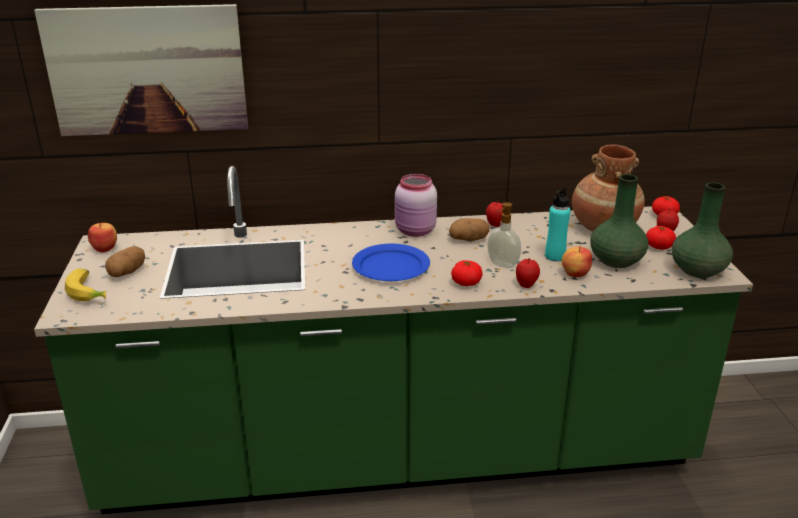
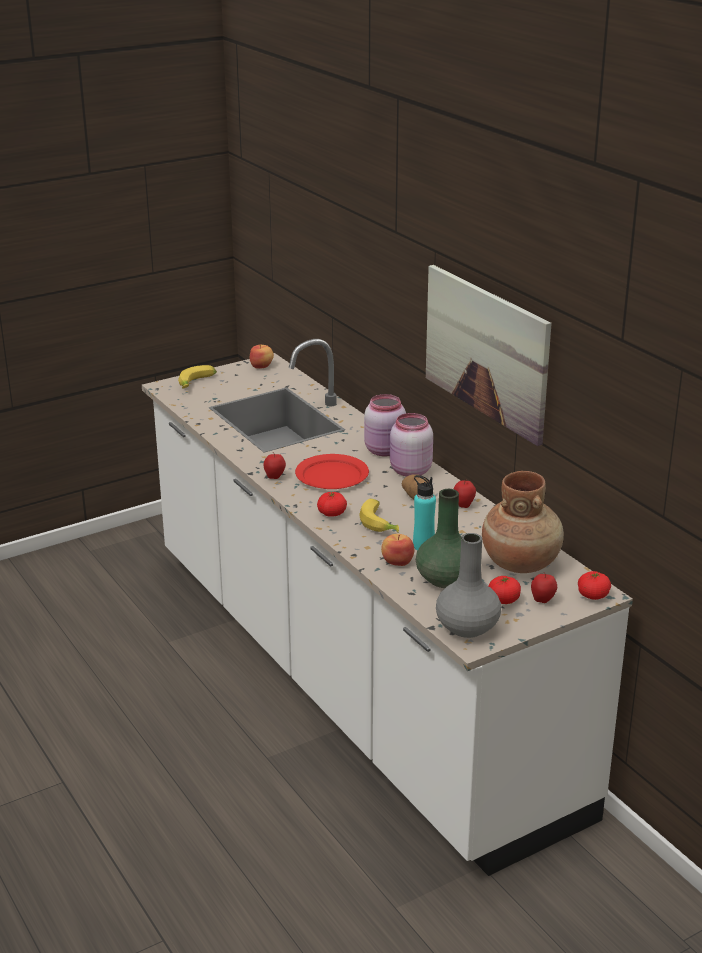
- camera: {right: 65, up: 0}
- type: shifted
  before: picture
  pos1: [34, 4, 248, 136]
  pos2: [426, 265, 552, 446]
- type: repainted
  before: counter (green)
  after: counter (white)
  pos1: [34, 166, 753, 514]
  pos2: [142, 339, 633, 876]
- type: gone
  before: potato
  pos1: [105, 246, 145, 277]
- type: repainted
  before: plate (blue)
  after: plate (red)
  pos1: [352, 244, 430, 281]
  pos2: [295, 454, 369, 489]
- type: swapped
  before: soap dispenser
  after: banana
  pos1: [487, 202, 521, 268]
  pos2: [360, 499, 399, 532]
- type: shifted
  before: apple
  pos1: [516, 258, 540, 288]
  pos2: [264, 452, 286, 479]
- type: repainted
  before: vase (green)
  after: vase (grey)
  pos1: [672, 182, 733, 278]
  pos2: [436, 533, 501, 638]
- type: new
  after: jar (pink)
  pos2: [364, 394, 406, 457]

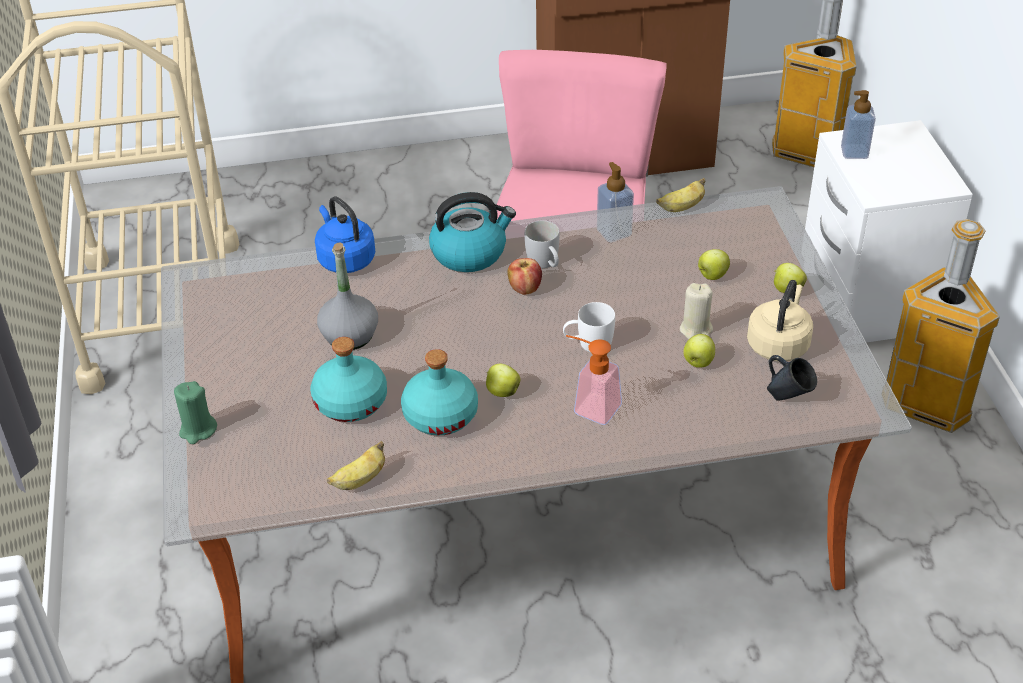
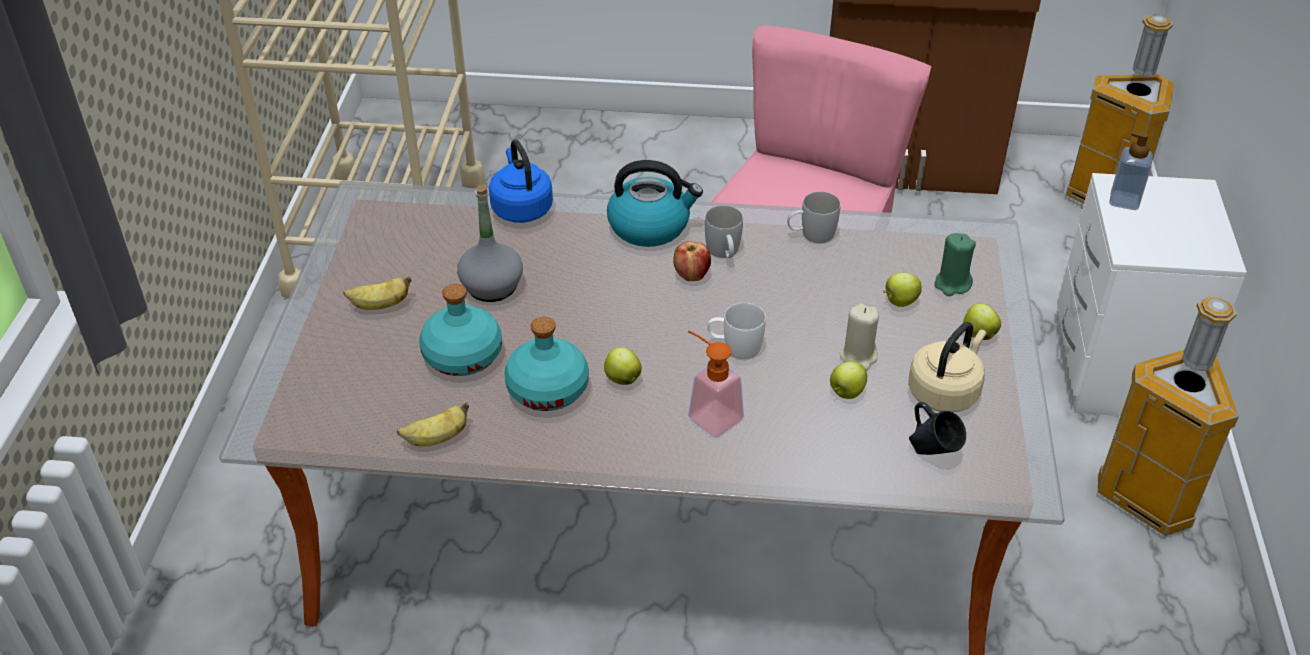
- camera: {right: 15, up: 0}
- type: shifted
  before: candle (green)
  pos1: [174, 381, 217, 444]
  pos2: [934, 233, 976, 296]
- type: swapped
  before: soap dispenser
  after: mug (white)
  pos1: [597, 162, 634, 243]
  pos2: [787, 191, 841, 243]
- type: shifted
  before: banana
  pos1: [656, 178, 705, 212]
  pos2: [343, 276, 411, 310]

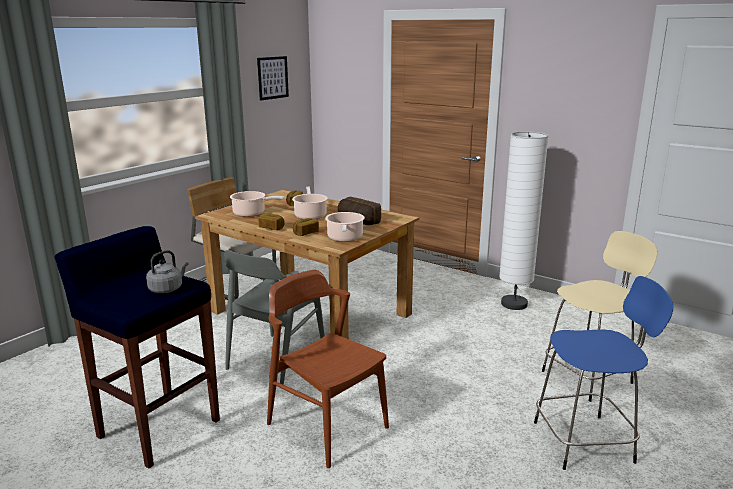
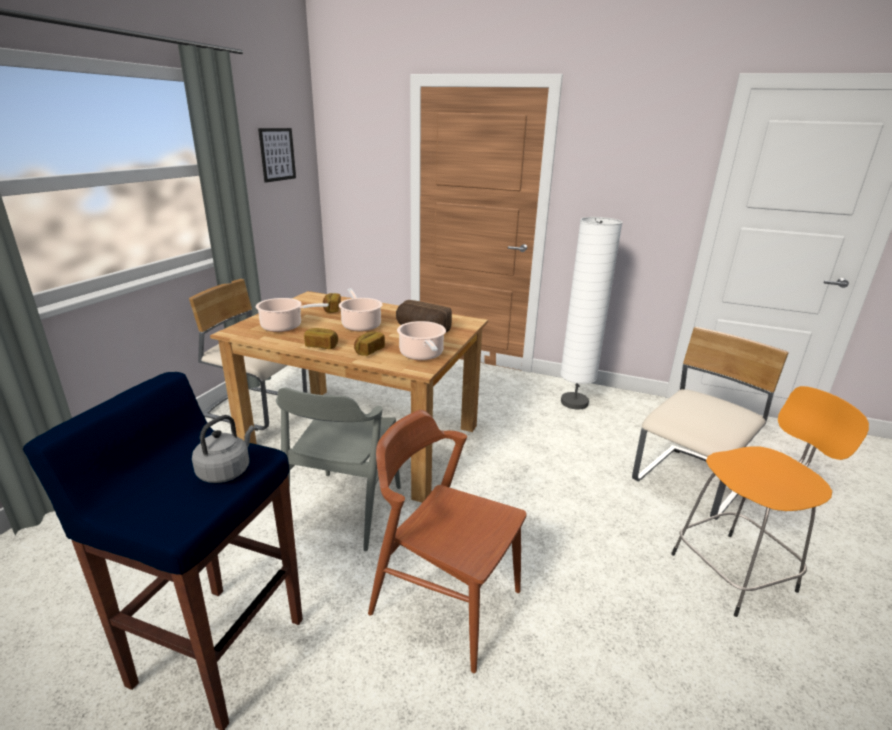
- camera: {right: -15, up: 5}
- type: repainted
  before: stool (blue)
  after: stool (orange)
  pos1: [534, 276, 673, 470]
  pos2: [671, 386, 869, 617]
- type: swapped
  before: stool (beige)
  after: chair (beige)
  pos1: [542, 231, 658, 402]
  pos2: [632, 327, 789, 520]

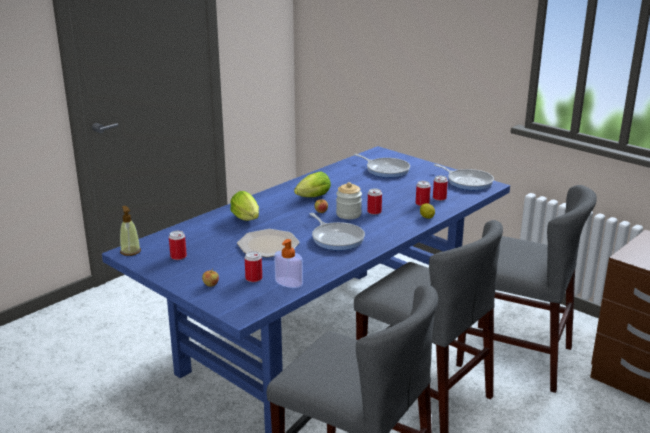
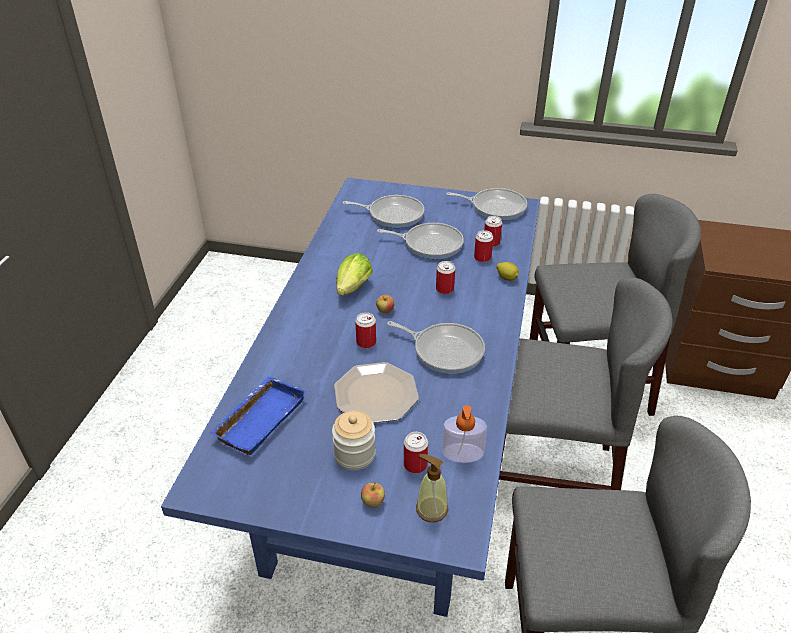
- camera: {right: -30, up: 15}
- type: shifted
  before: soap dispenser
  pos1: [120, 206, 141, 256]
  pos2: [416, 454, 448, 522]
- type: shifted
  before: can
  pos1: [169, 231, 187, 260]
  pos2: [355, 312, 376, 348]
- type: gone
  before: lettuce
  pos1: [230, 191, 259, 221]
- type: shifted
  before: jar
  pos1: [336, 182, 362, 219]
  pos2: [332, 411, 376, 471]
- type: new
  after: tray (blue)
  pos2: [210, 376, 307, 455]
- type: new
  after: frying pan
  pos2: [377, 223, 464, 260]

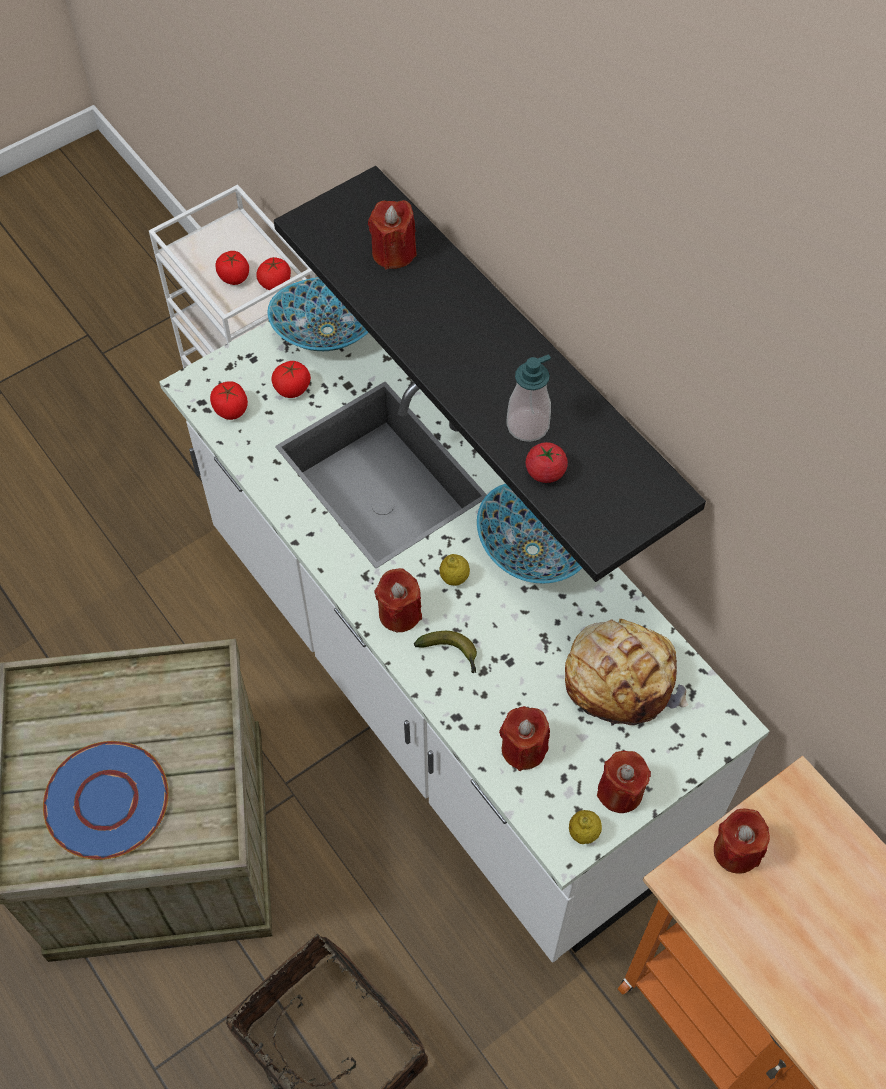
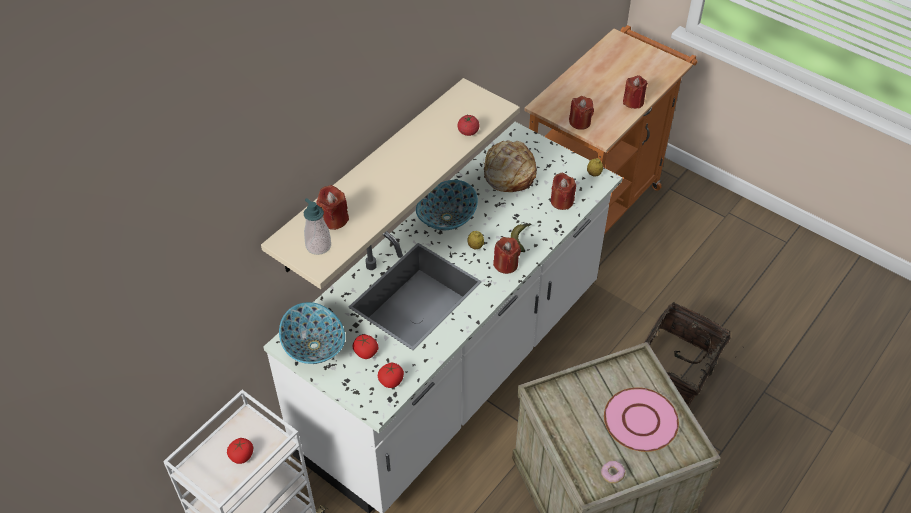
- camera: {right: -105, up: -10}
- type: repainted
  before: plate (blue)
  after: plate (pink)
  pos1: [43, 741, 169, 860]
  pos2: [604, 387, 679, 452]
- type: gone
  before: tomato
  pos1: [256, 257, 291, 290]
- type: repainted
  before: shelf (black)
  after: shelf (beige)
  pos1: [274, 166, 706, 582]
  pos2: [261, 78, 520, 289]
- type: shifted
  before: soap dispenser
  pos1: [506, 355, 551, 442]
  pos2: [304, 198, 331, 255]
- type: shifted
  before: candle (red)
  pos1: [597, 751, 651, 813]
  pos2: [623, 75, 648, 109]
- type: new
  after: donut
  pos2: [601, 461, 625, 483]

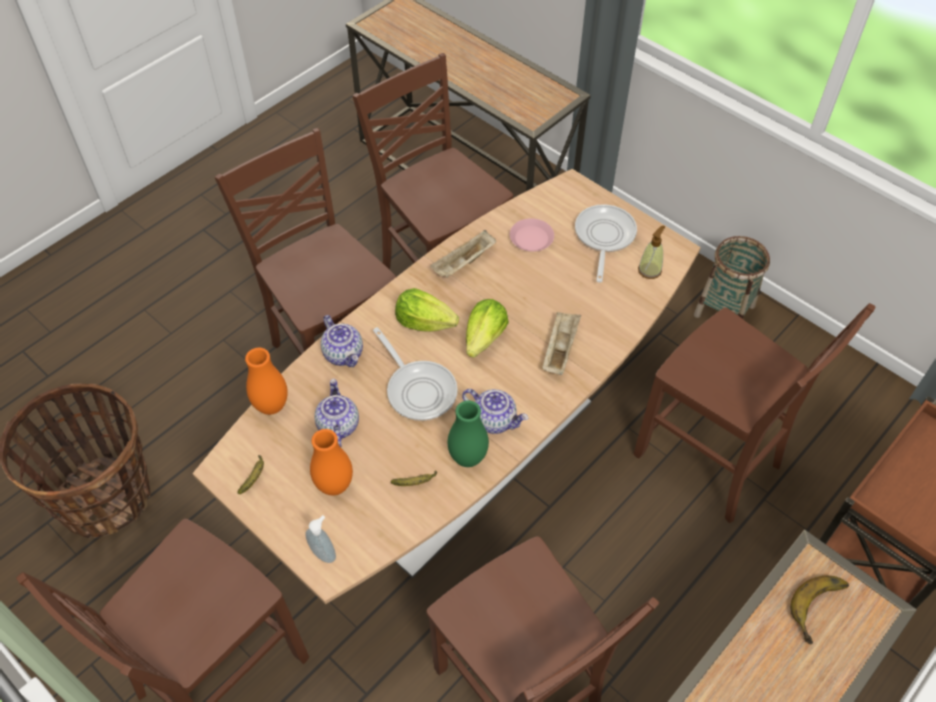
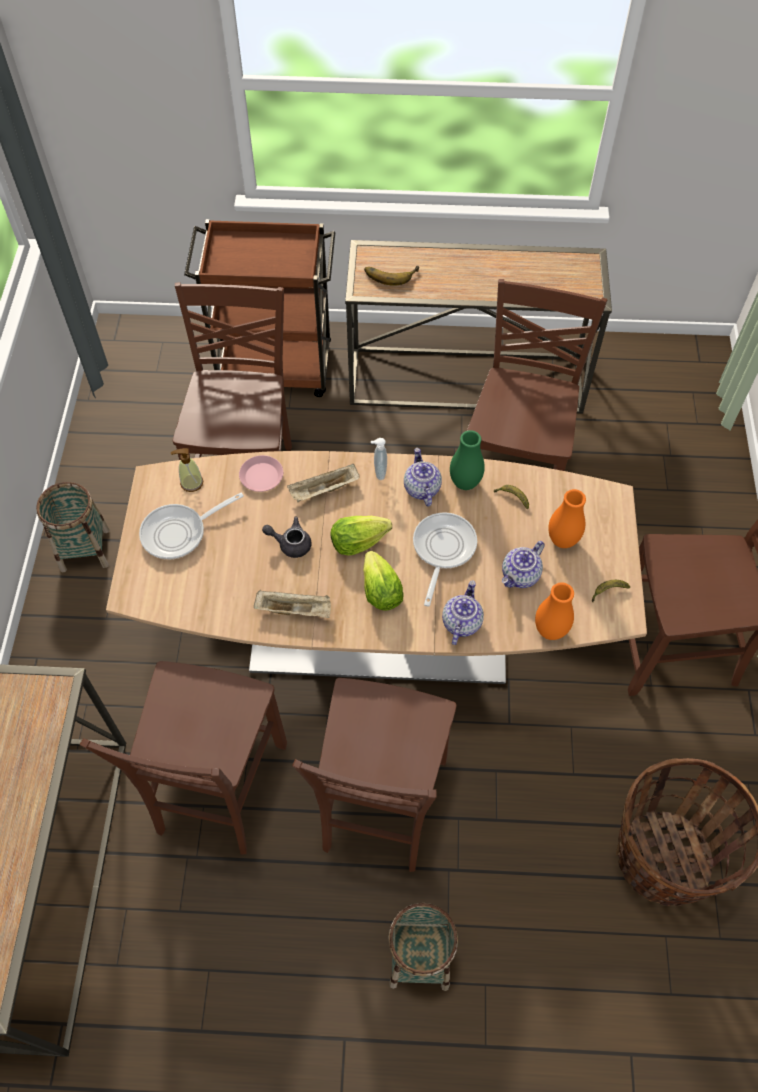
- camera: {right: -130, up: 5}
- type: shifted
  before: soap dispenser
  pos1: [305, 515, 336, 563]
  pos2: [371, 438, 387, 480]
- type: shifted
  before: plate (pink)
  pos1: [510, 218, 554, 252]
  pos2: [239, 455, 283, 492]
- type: new
  after: teapot (grey)
  pos2: [262, 516, 312, 558]
- type: new
  after: basket
  pos2: [389, 903, 458, 991]

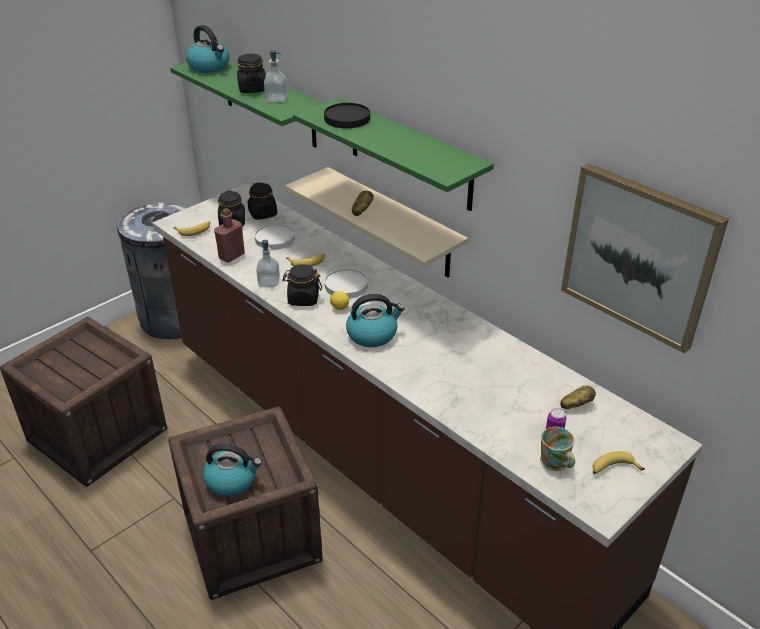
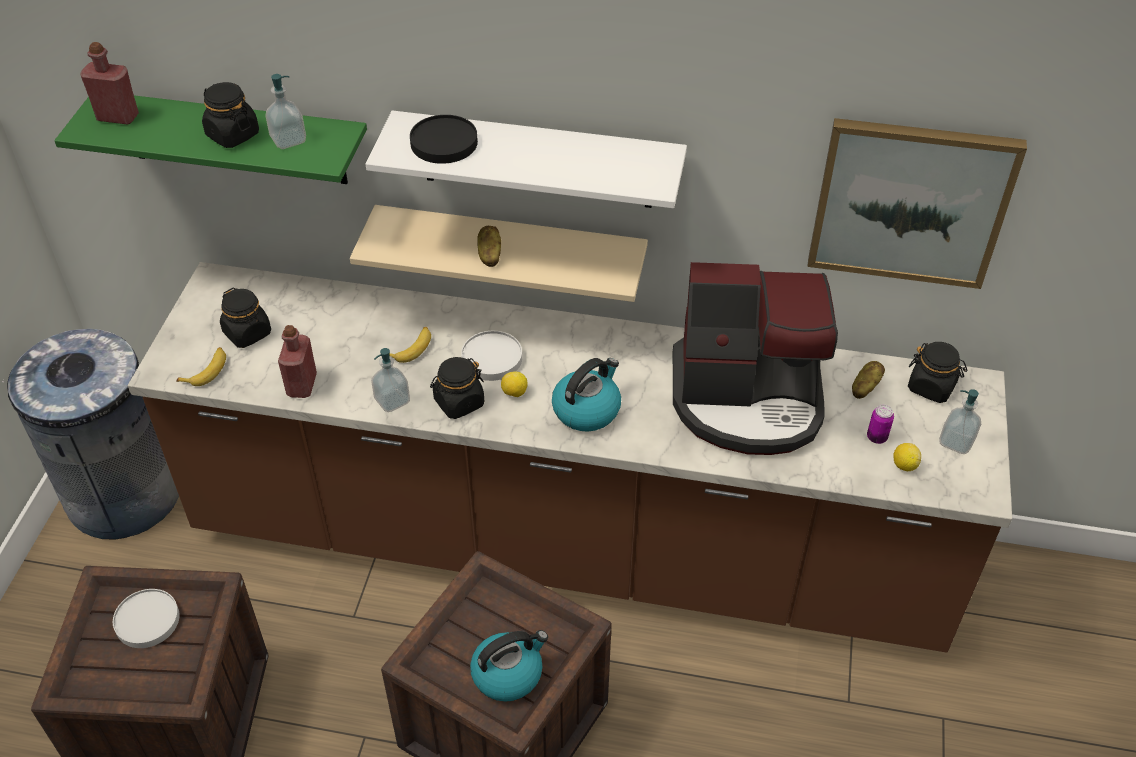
- camera: {right: -35, up: 10}
- type: swapped
  before: kettle
  after: bottle (red)
  pos1: [186, 25, 229, 73]
  pos2: [80, 42, 139, 125]
- type: shifted
  before: jar (black)
  pos1: [248, 182, 277, 220]
  pos2: [908, 342, 967, 403]
- type: shifted
  before: plate (white)
  pos1: [255, 224, 295, 250]
  pos2: [113, 589, 179, 648]
- type: repainted
  before: shelf (green)
  after: shelf (white)
  pos1: [293, 98, 494, 211]
  pos2: [366, 110, 687, 208]
- type: swapped
  before: mug
  after: lemon
  pos1: [540, 427, 575, 471]
  pos2: [893, 443, 921, 471]
- type: swapped
  before: banana
  after: soap dispenser
  pos1: [593, 451, 645, 474]
  pos2: [939, 389, 981, 454]
- type: new
  after: coffee machine
  pos2: [673, 262, 838, 455]

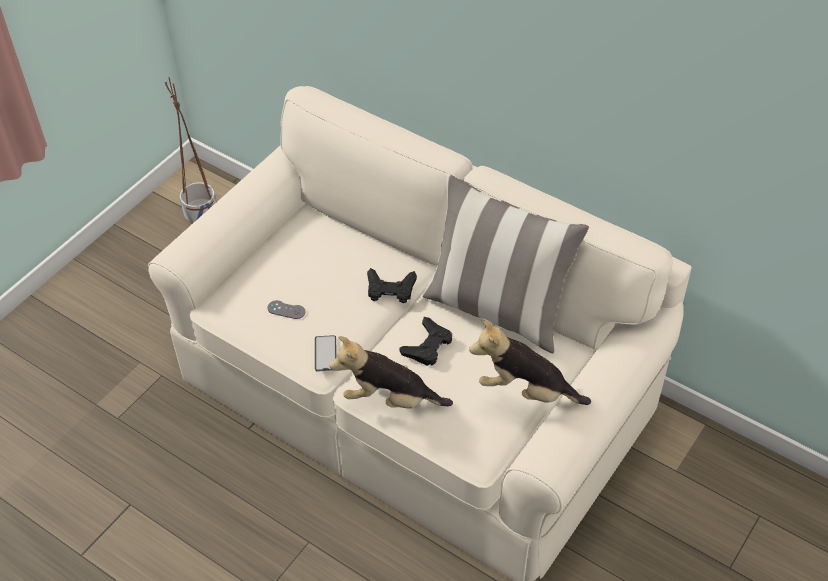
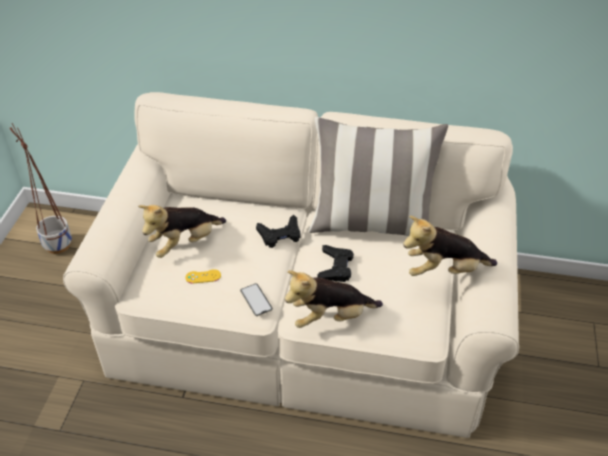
- camera: {right: -25, up: -5}
- type: repainted
  before: game controller (grey)
  after: game controller (yellow)
  pos1: [267, 300, 306, 319]
  pos2: [185, 269, 221, 283]
- type: new
  after: plush toy
  pos2: [138, 205, 226, 258]

